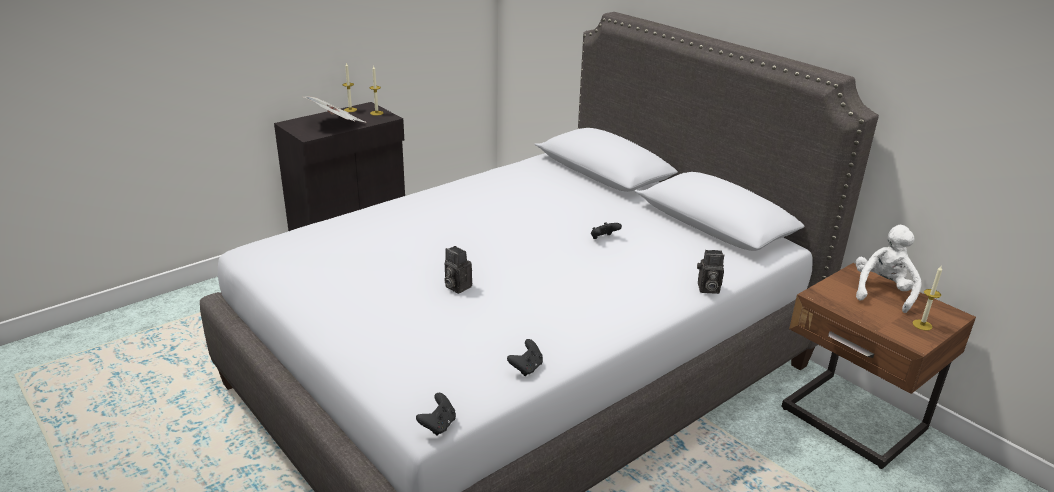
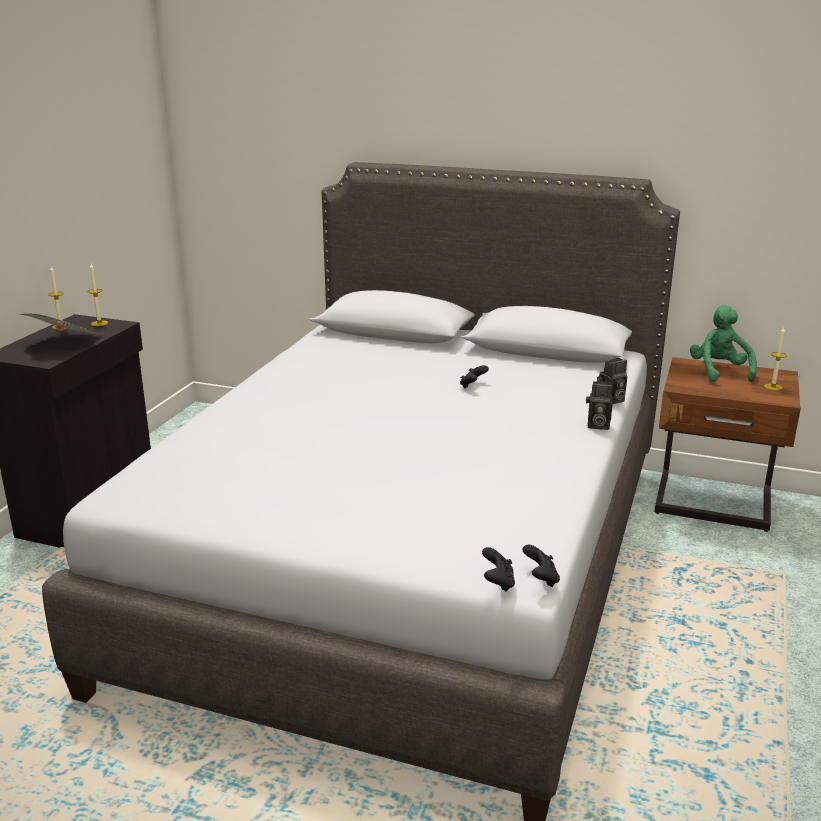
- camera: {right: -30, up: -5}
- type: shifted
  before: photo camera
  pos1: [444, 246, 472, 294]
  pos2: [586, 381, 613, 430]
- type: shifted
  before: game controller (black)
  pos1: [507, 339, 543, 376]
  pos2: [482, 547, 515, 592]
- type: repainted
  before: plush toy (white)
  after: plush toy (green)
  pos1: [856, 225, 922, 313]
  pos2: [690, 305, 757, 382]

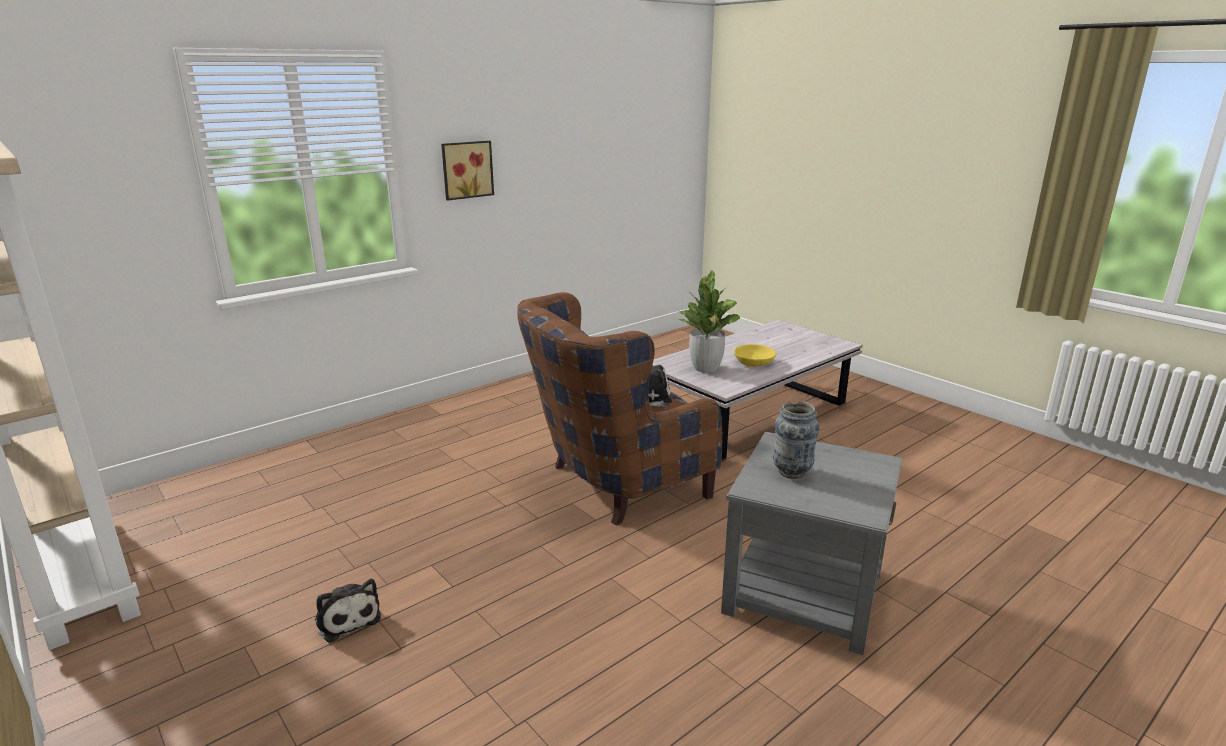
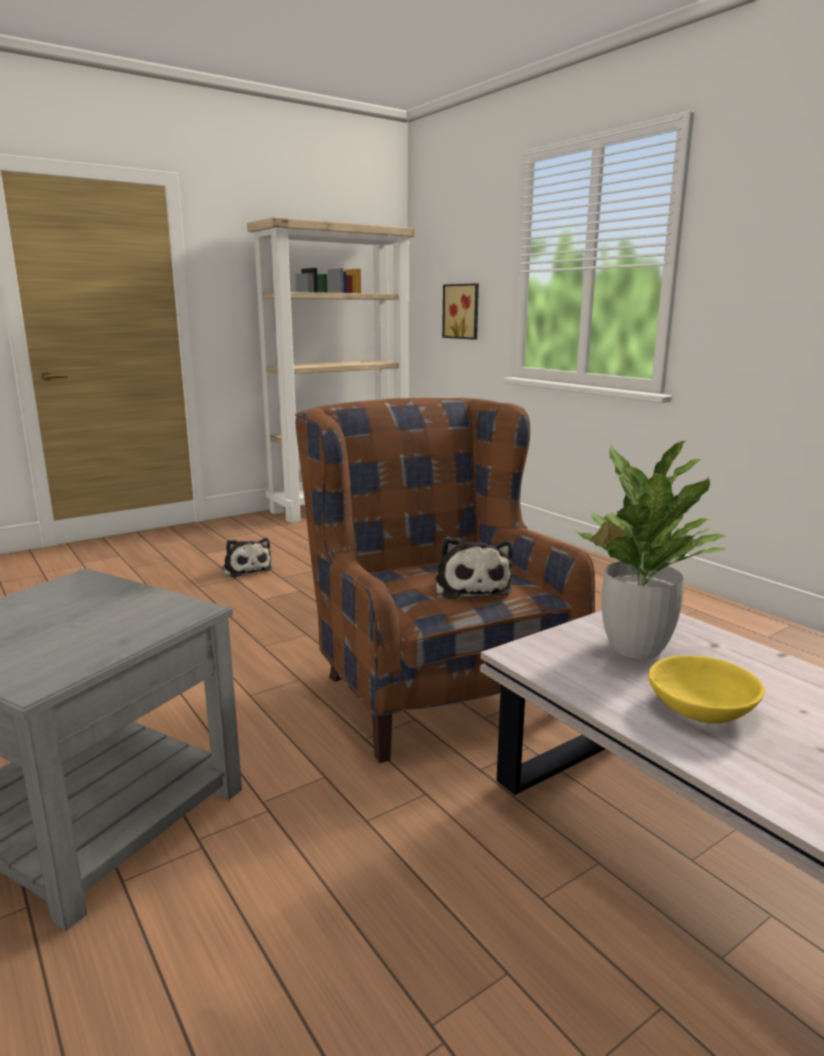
- camera: {right: 95, up: -5}
- type: rotated
  before: plush toy
  pos1: [315, 579, 381, 643]
  pos2: [222, 538, 272, 578]
  turn: -90
- type: shifted
  before: picture
  pos1: [441, 141, 494, 201]
  pos2: [442, 283, 479, 340]
- type: gone
  before: vase
  pos1: [773, 401, 819, 479]

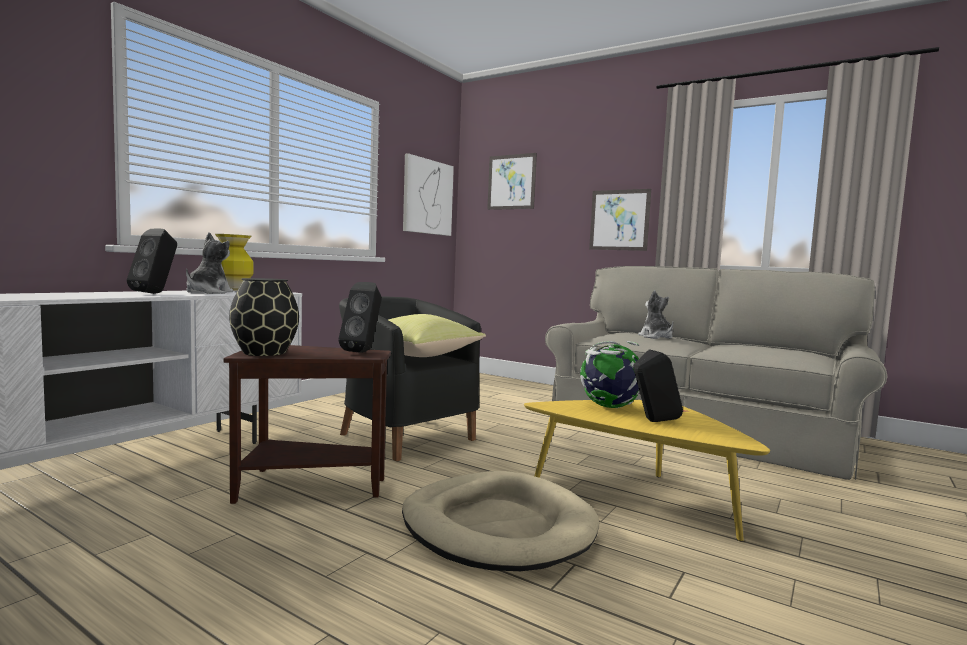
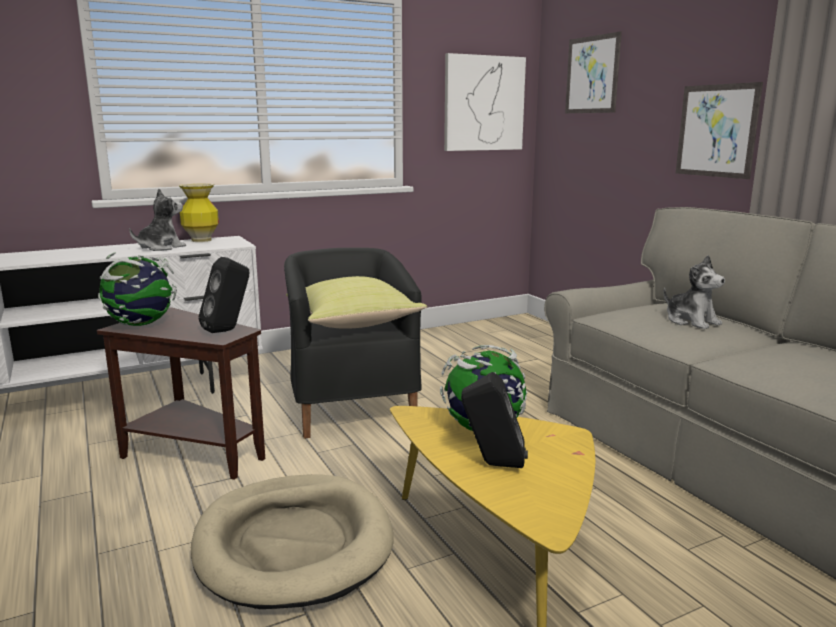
- camera: {right: 30, up: 10}
- type: gone
  before: speaker (black)
  pos1: [127, 229, 177, 294]
- type: swapped
  before: vase (black)
  after: globe
  pos1: [229, 278, 299, 356]
  pos2: [98, 253, 177, 326]
- type: rotated
  before: plush toy
  pos1: [638, 290, 673, 339]
  pos2: [664, 255, 725, 329]
  turn: 135

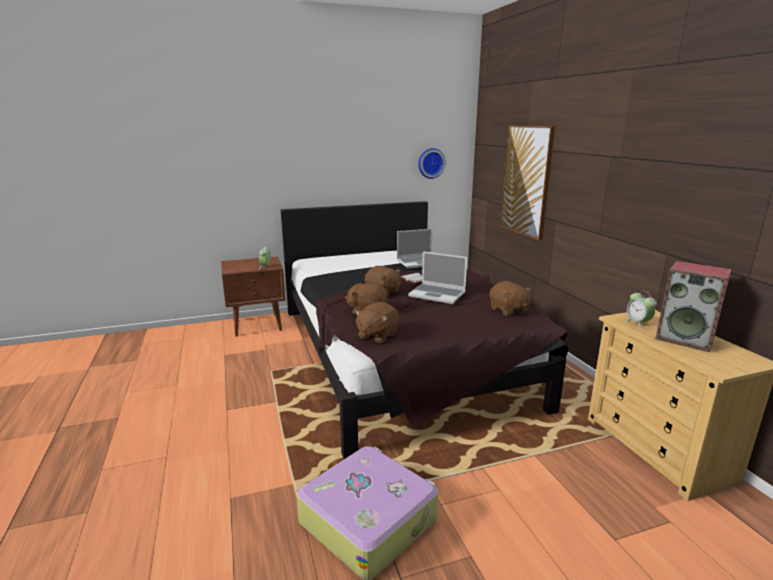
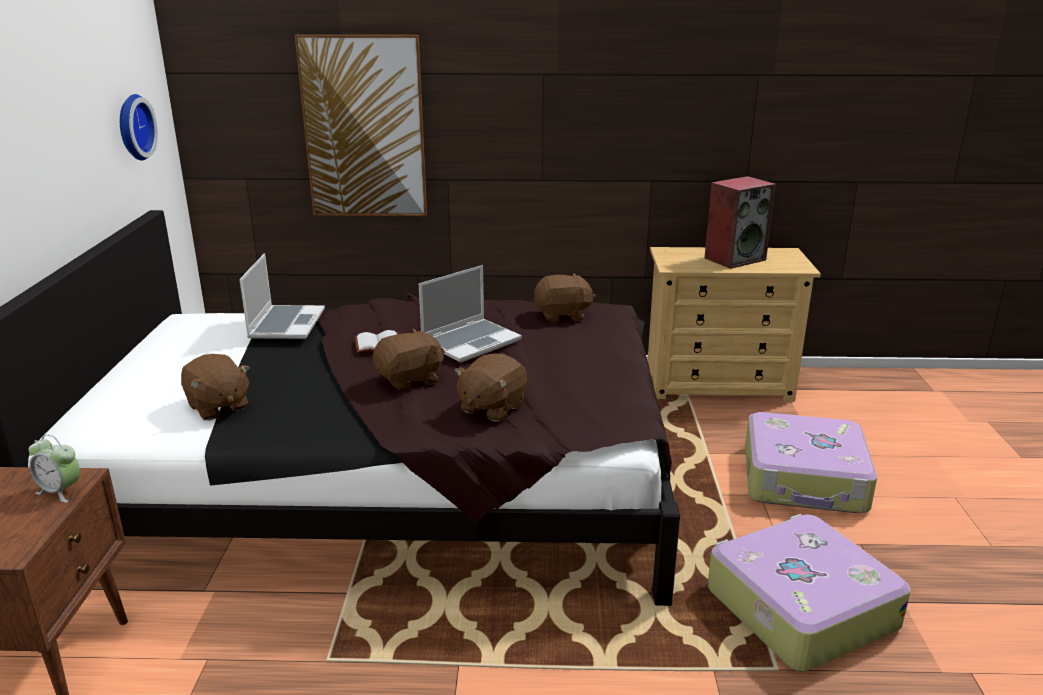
- camera: {right: -70, up: 5}
- type: shifted
  before: plush toy (brown)
  pos1: [355, 302, 399, 343]
  pos2: [181, 354, 250, 420]
- type: gone
  before: alarm clock
  pos1: [625, 290, 657, 329]
- type: new
  after: suitcase
  pos2: [745, 412, 877, 513]

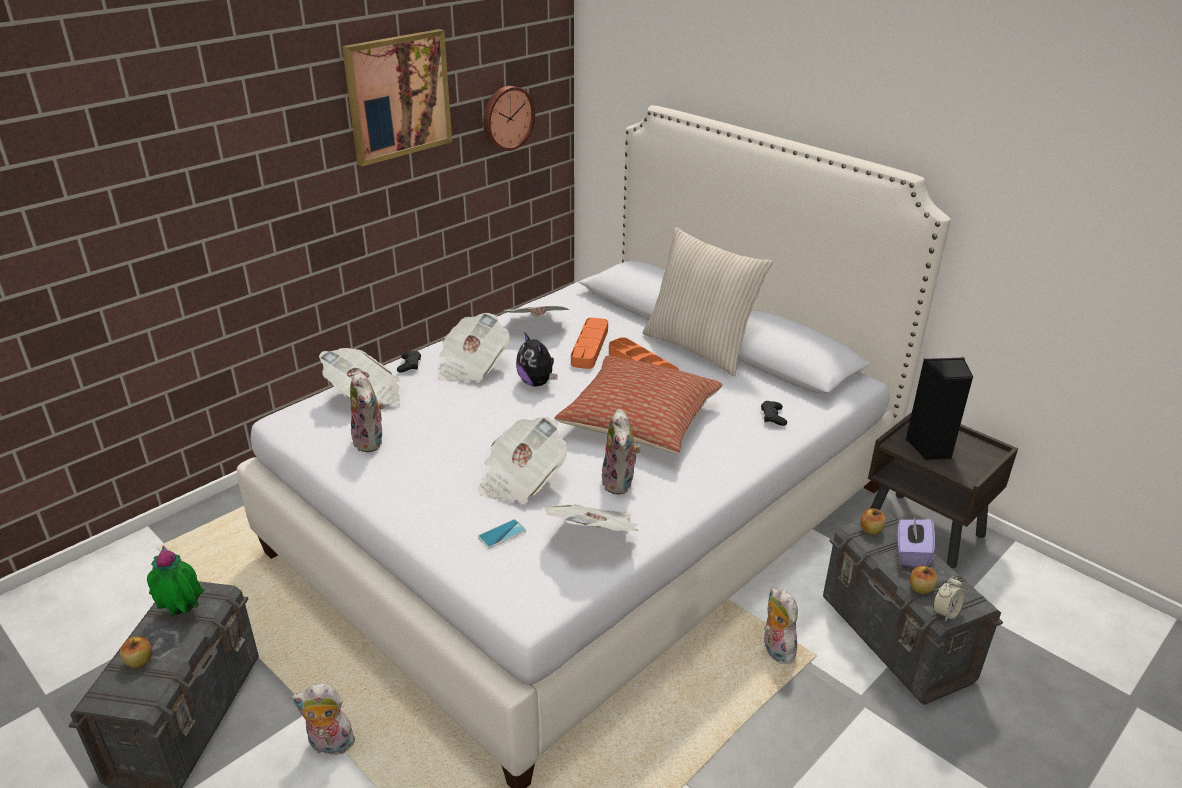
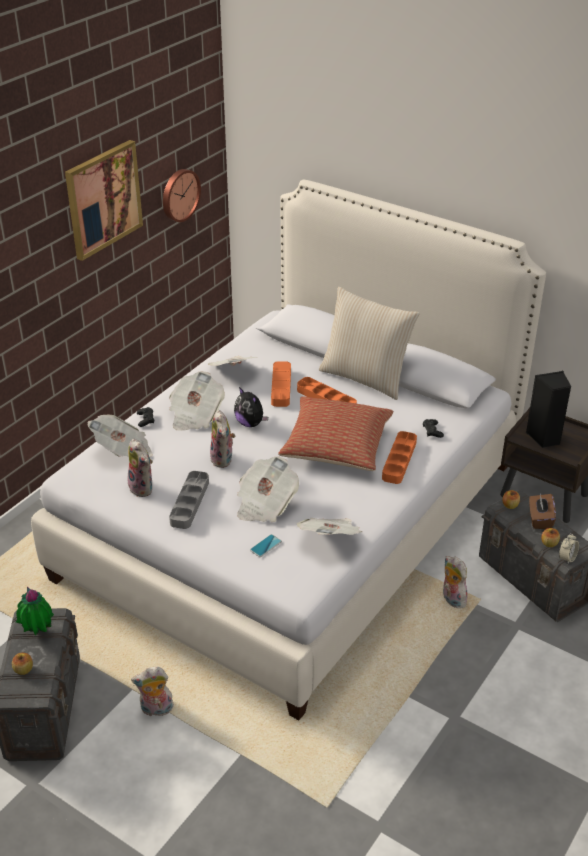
- camera: {right: -10, up: 5}
- type: shifted
  before: plush toy
  pos1: [601, 409, 641, 495]
  pos2: [210, 410, 235, 468]
- type: repainted
  before: tissue box (purple)
  after: tissue box (brown)
  pos1: [898, 515, 935, 568]
  pos2: [529, 494, 556, 529]
- type: new
  after: tray (grey)
  pos2: [169, 471, 209, 529]
- type: new
  after: tray (orange)
  pos2: [382, 431, 417, 484]

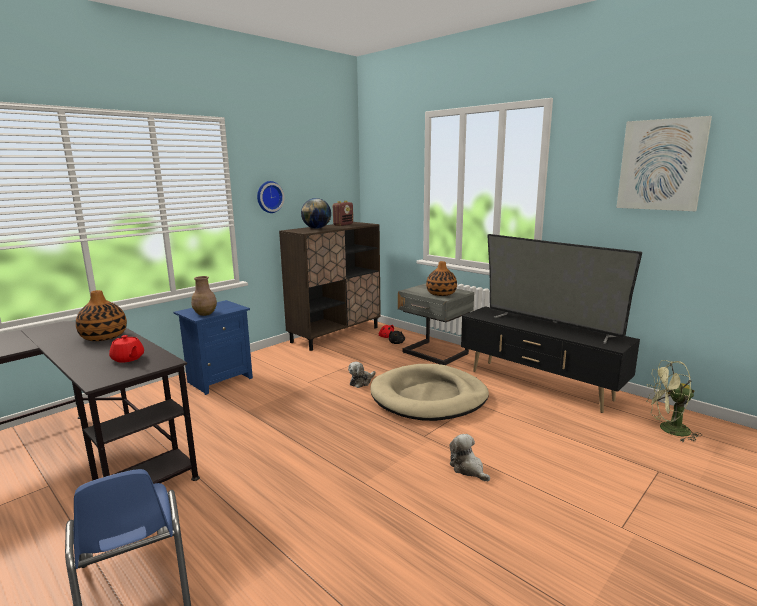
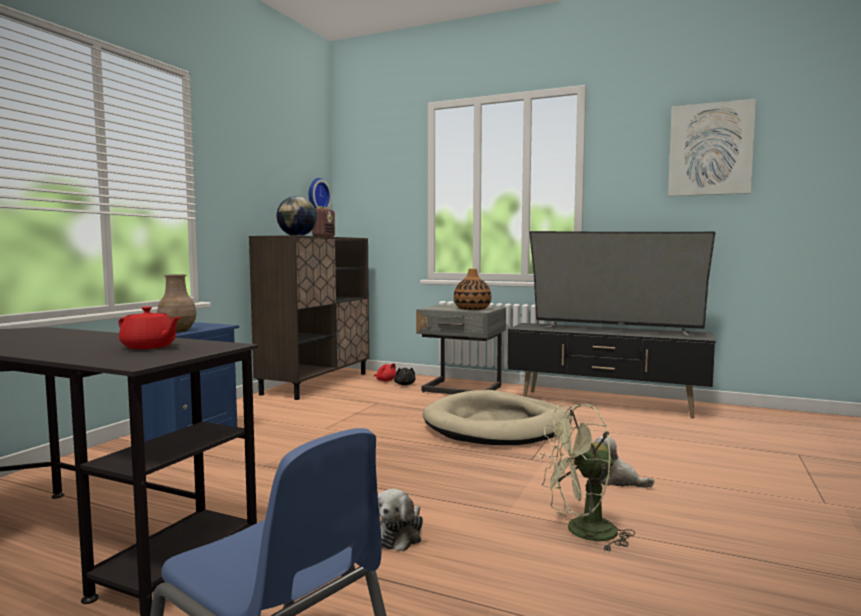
- camera: {right: -20, up: -10}
- type: gone
  before: vase
  pos1: [76, 290, 127, 341]
- type: shifted
  before: wall clock
  pos1: [257, 181, 285, 213]
  pos2: [309, 178, 332, 209]
- type: shifted
  before: plush toy
  pos1: [348, 362, 376, 388]
  pos2: [378, 489, 423, 552]
- type: shifted
  before: fan (green)
  pos1: [647, 360, 702, 442]
  pos2: [539, 404, 635, 552]

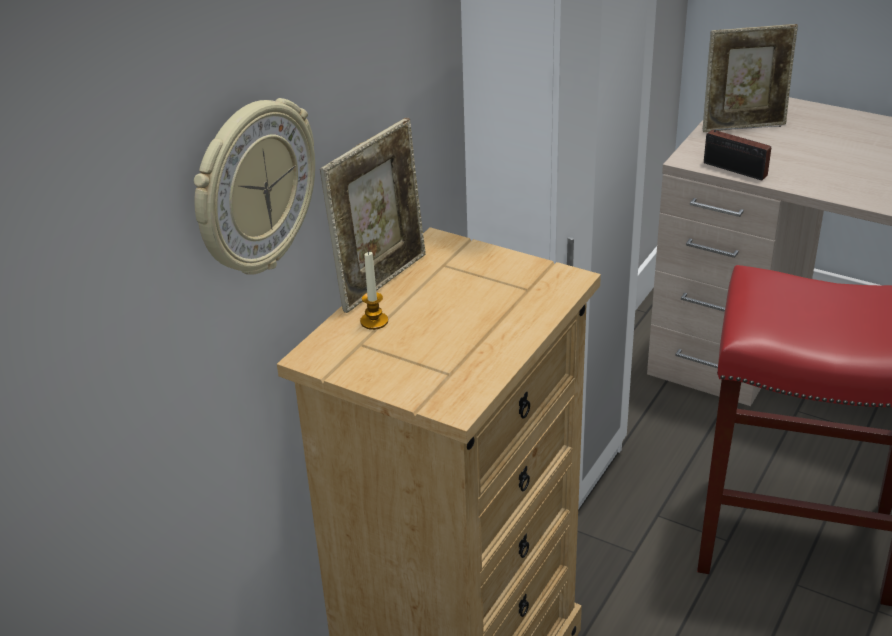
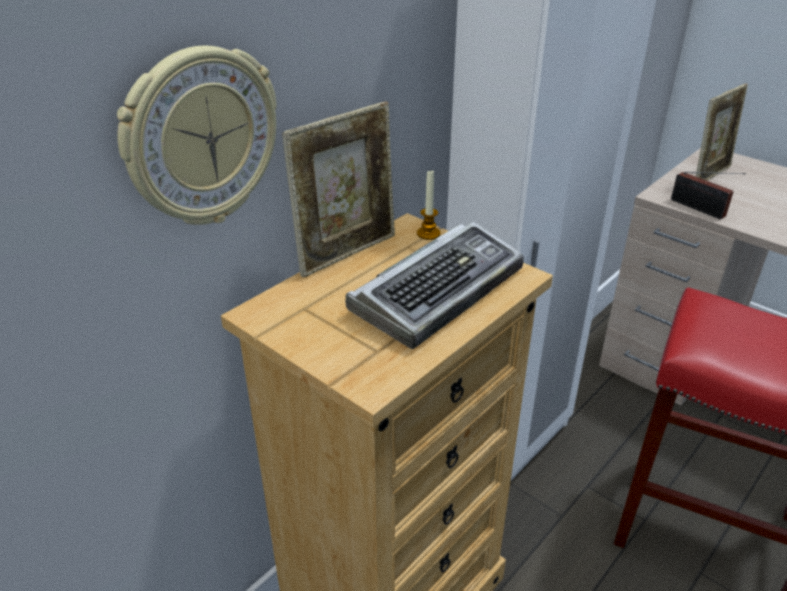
- camera: {right: 10, up: 0}
- type: shifted
  before: candle
  pos1: [360, 251, 388, 330]
  pos2: [417, 169, 440, 240]
- type: rotated
  before: picture frame
  pos1: [703, 24, 798, 132]
  pos2: [696, 84, 748, 181]
  turn: -45
- type: new
  after: keyboard
  pos2: [345, 222, 524, 349]

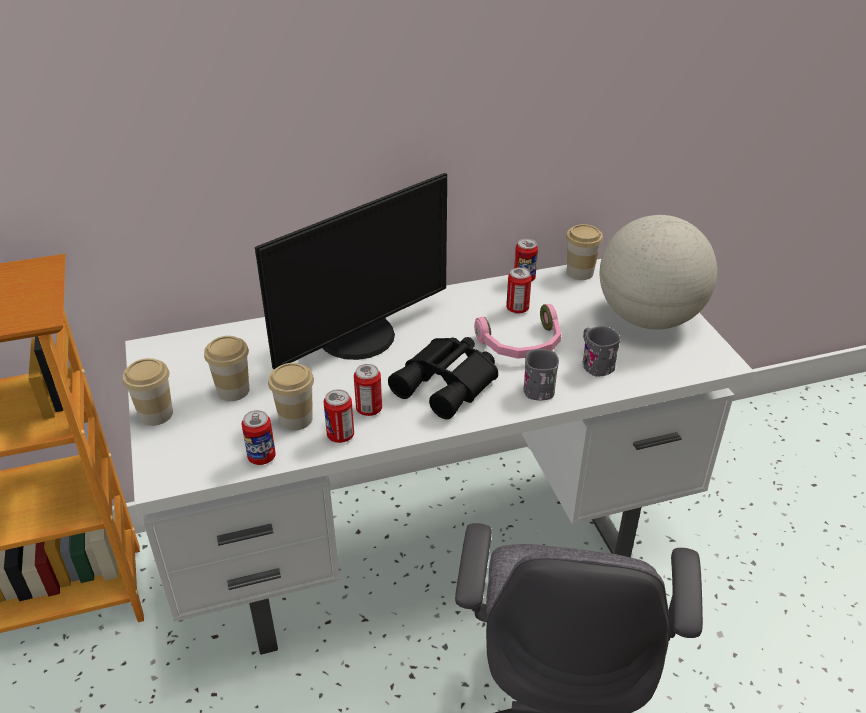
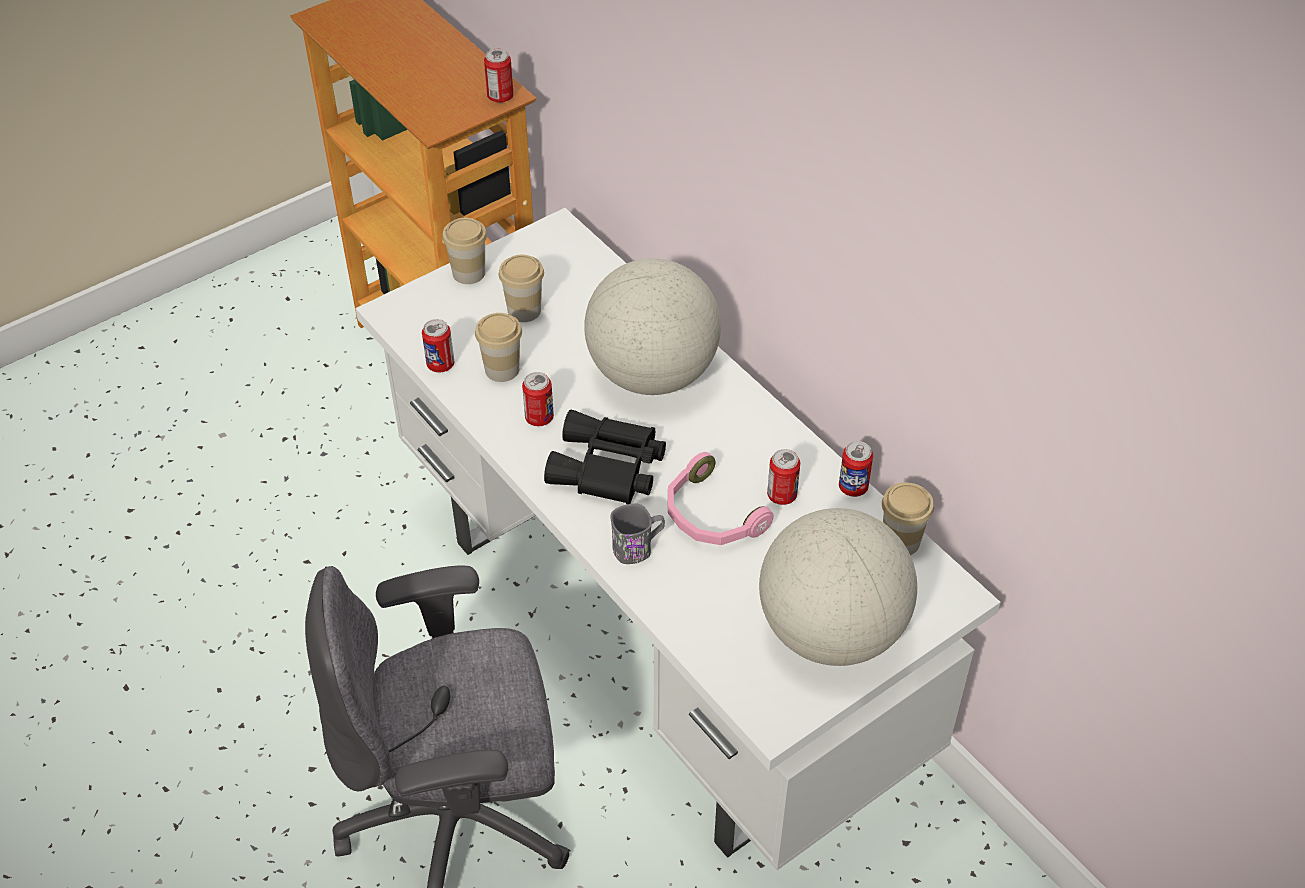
- camera: {right: 70, up: 10}
- type: swapped
  before: monitor
  after: globe
  pos1: [255, 173, 447, 369]
  pos2: [584, 258, 721, 395]
- type: shifted
  before: can
  pos1: [324, 389, 354, 443]
  pos2: [484, 48, 514, 103]
- type: gone
  before: mug (grey)
  pos1: [582, 326, 621, 377]

